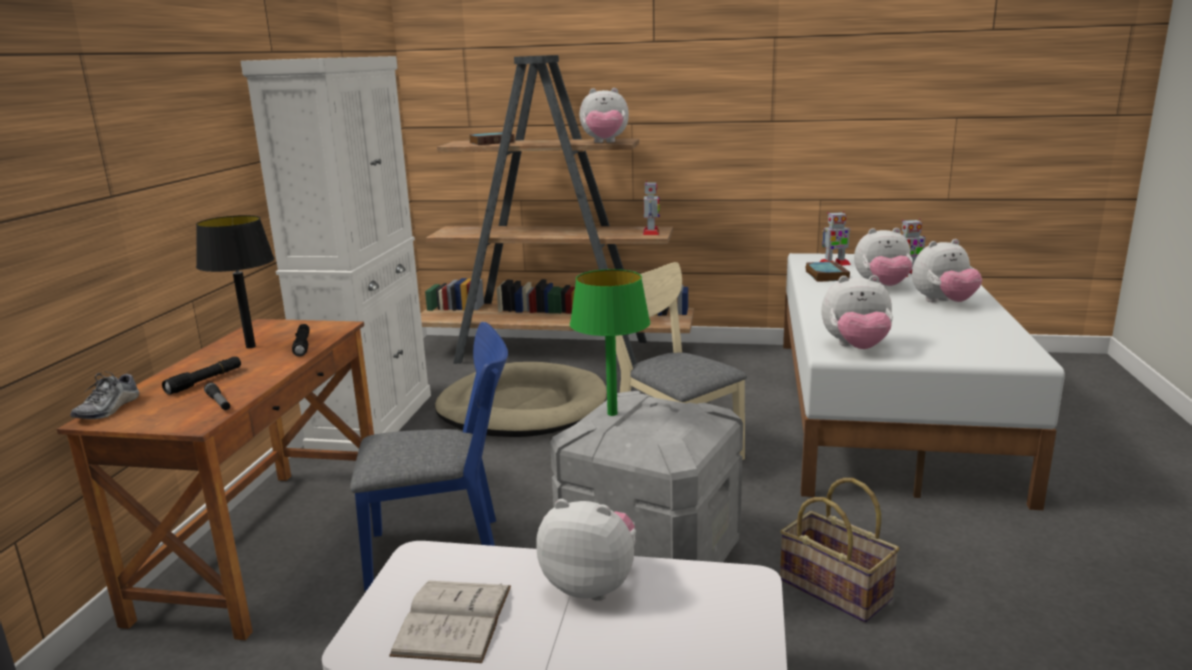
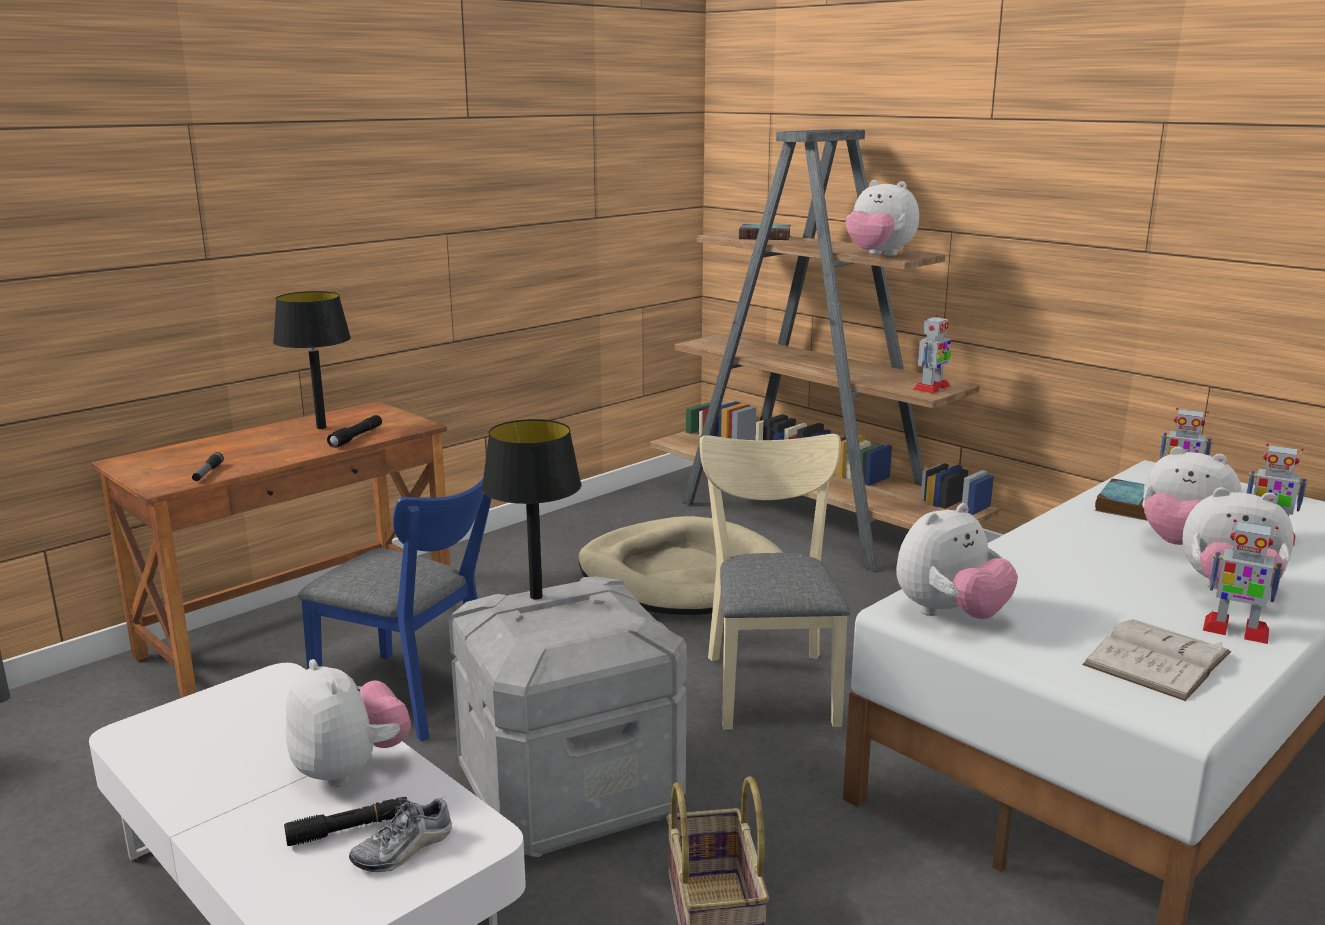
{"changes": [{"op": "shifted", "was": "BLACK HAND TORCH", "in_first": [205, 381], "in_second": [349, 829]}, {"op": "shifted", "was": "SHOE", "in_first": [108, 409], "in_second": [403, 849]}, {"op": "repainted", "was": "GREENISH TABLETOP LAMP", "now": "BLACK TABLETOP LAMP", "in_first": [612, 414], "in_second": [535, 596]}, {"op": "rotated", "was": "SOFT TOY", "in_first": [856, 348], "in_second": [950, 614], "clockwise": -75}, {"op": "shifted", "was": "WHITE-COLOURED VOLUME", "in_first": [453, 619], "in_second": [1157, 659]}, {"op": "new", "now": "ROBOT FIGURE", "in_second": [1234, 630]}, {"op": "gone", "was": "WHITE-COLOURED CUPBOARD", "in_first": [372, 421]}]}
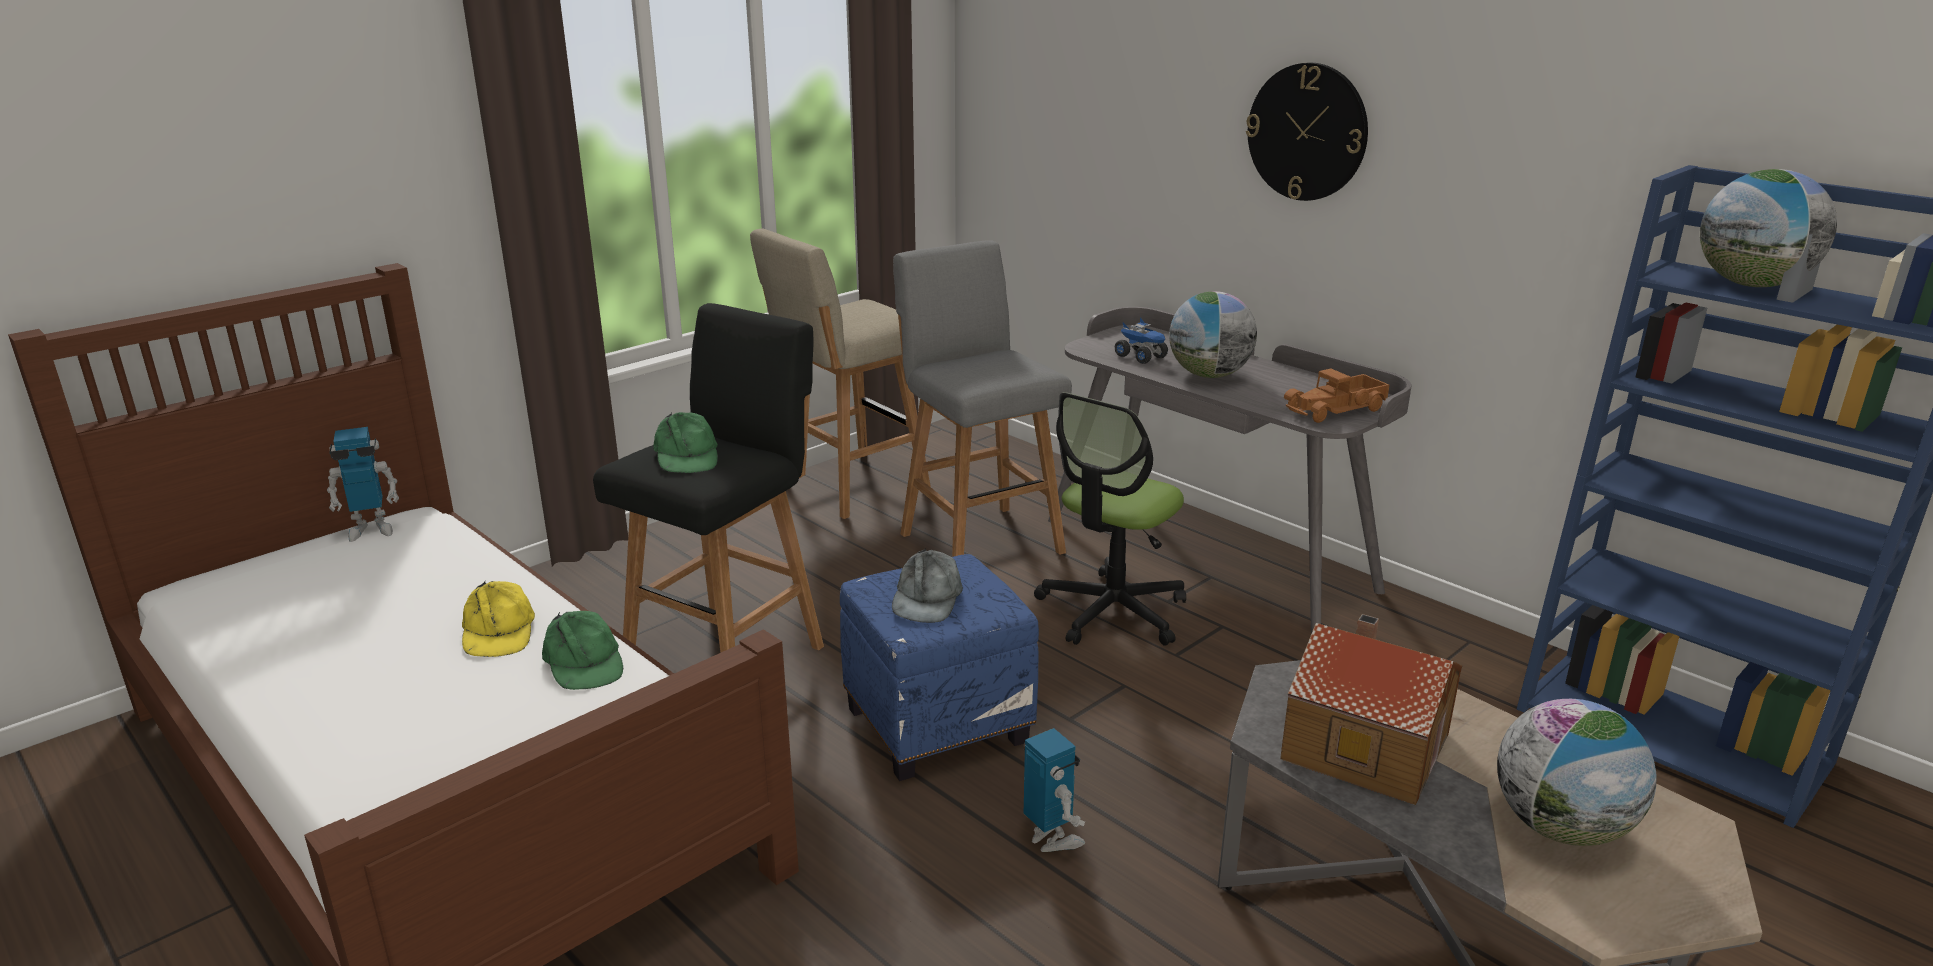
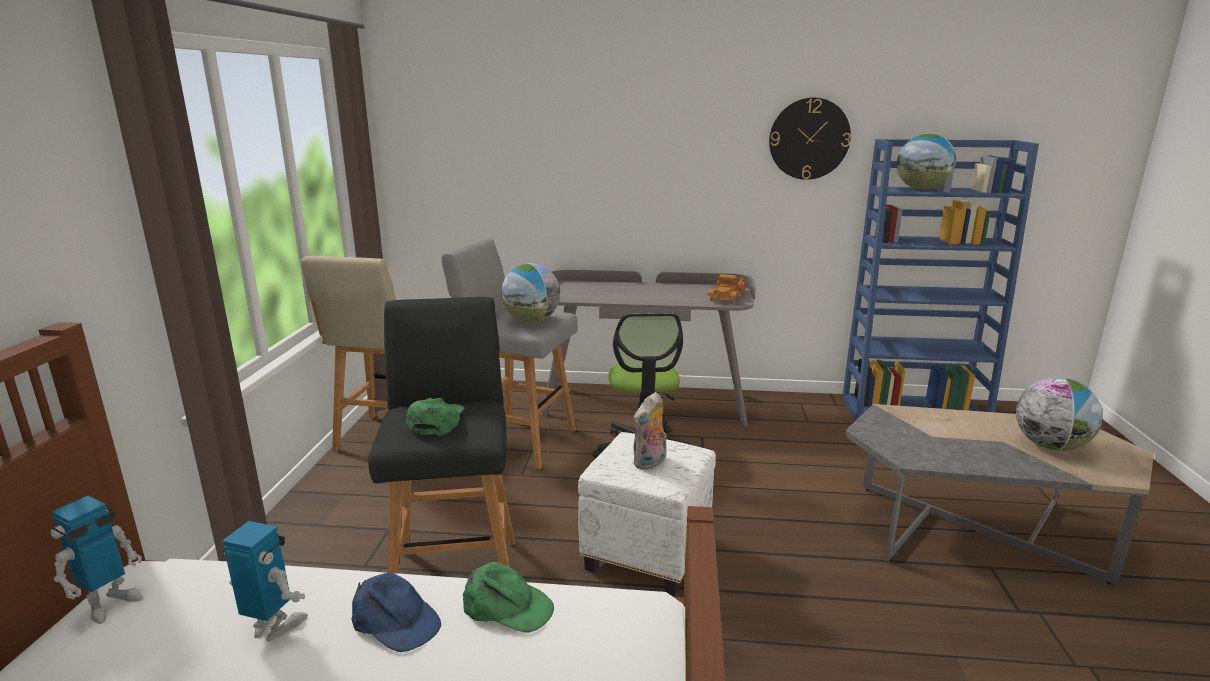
{"changes": [{"op": "shifted", "was": "ROBOT FIGURE", "in_first": [1051, 839], "in_second": [274, 627]}, {"op": "repainted", "was": "YELLOW PEAKED CAP", "now": "BLUISH PEAKED CAP", "in_first": [498, 631], "in_second": [395, 622]}, {"op": "rotated", "was": "GREENISH PEAKED CAP", "in_first": [686, 456], "in_second": [436, 421], "clockwise": -120}, {"op": "shifted", "was": "WORLD GLOBE", "in_first": [1209, 375], "in_second": [531, 321]}, {"op": "repainted", "was": "BLUISH FOOTREST", "now": "WHITE-COLOURED FOOTREST", "in_first": [939, 723], "in_second": [646, 551]}, {"op": "swapped", "was": "GREYISH PEAKED CAP", "now": "SOFT TOY", "in_first": [927, 598], "in_second": [650, 463]}, {"op": "shifted", "was": "WALL CLOCK", "in_first": [1307, 132], "in_second": [809, 139]}, {"op": "gone", "was": "TOY LORRY", "in_first": [1141, 357]}, {"op": "gone", "was": "MINIATURE HOUSE", "in_first": [1364, 743]}]}
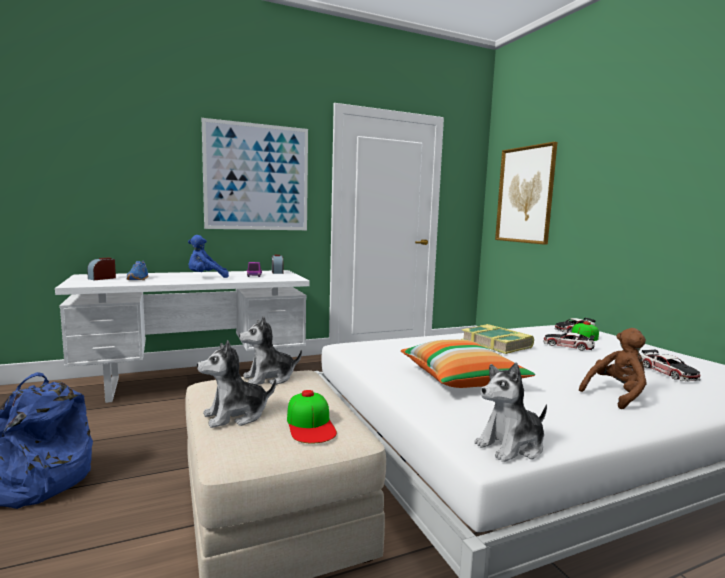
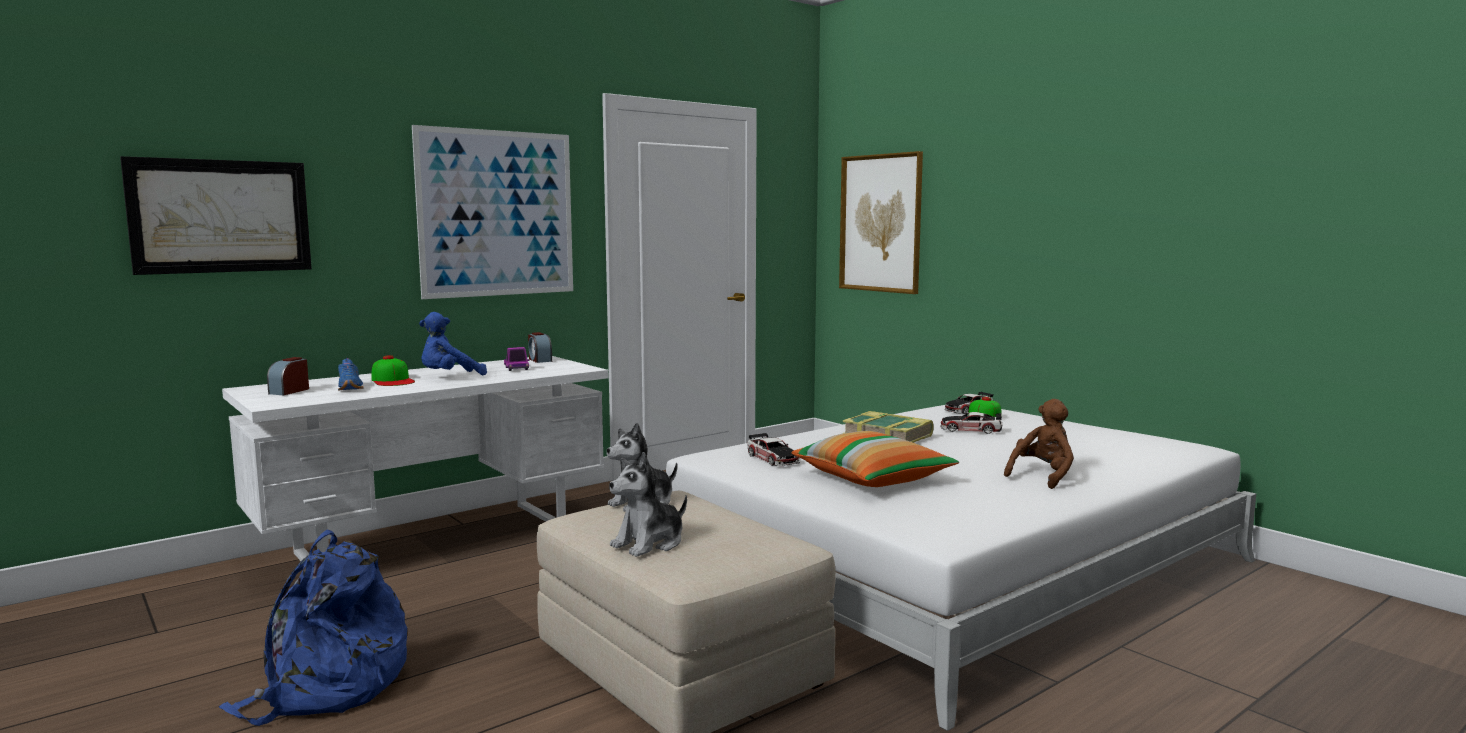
{"changes": [{"op": "new", "now": "WALL PICTURE", "in_second": [221, 216]}, {"op": "shifted", "was": "PEAKED CAP", "in_first": [310, 424], "in_second": [392, 380]}, {"op": "shifted", "was": "MINIATURE CAR", "in_first": [668, 372], "in_second": [773, 458]}, {"op": "gone", "was": "SOFT TOY", "in_first": [511, 446]}]}
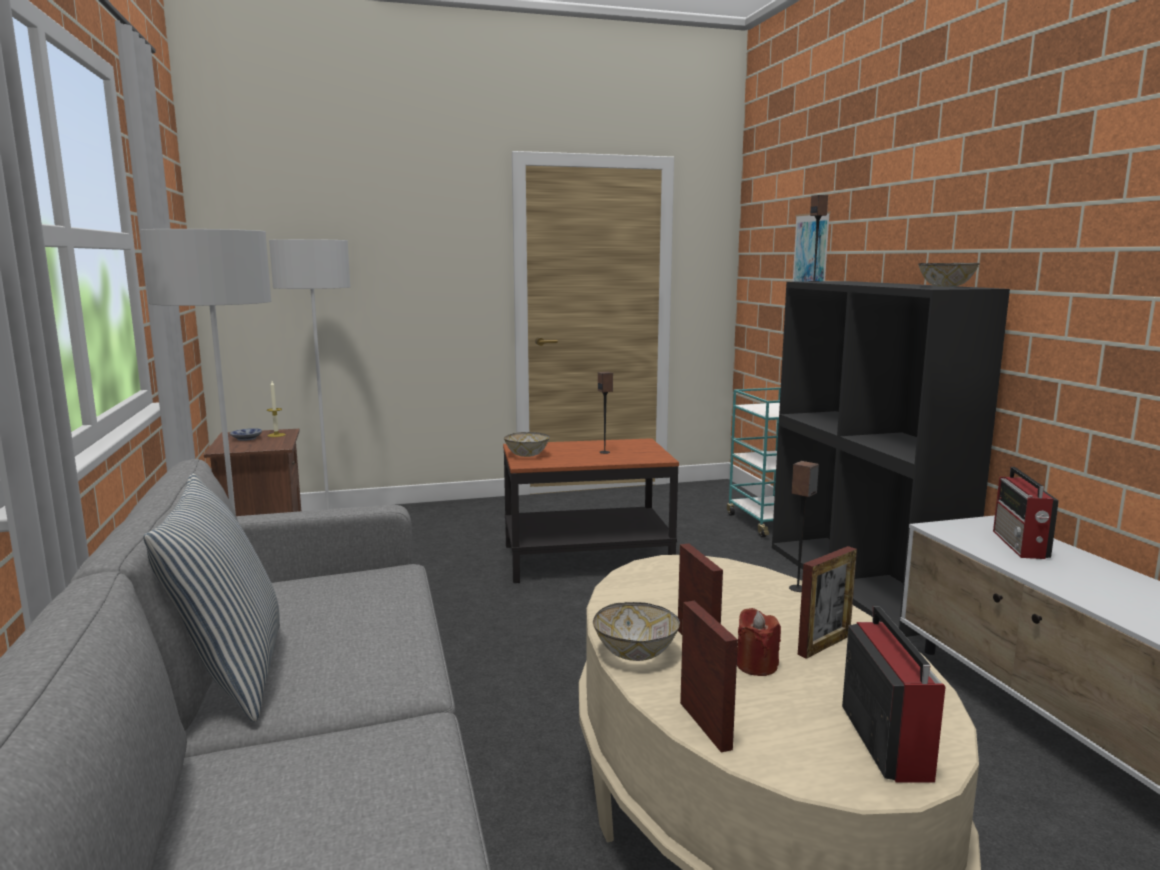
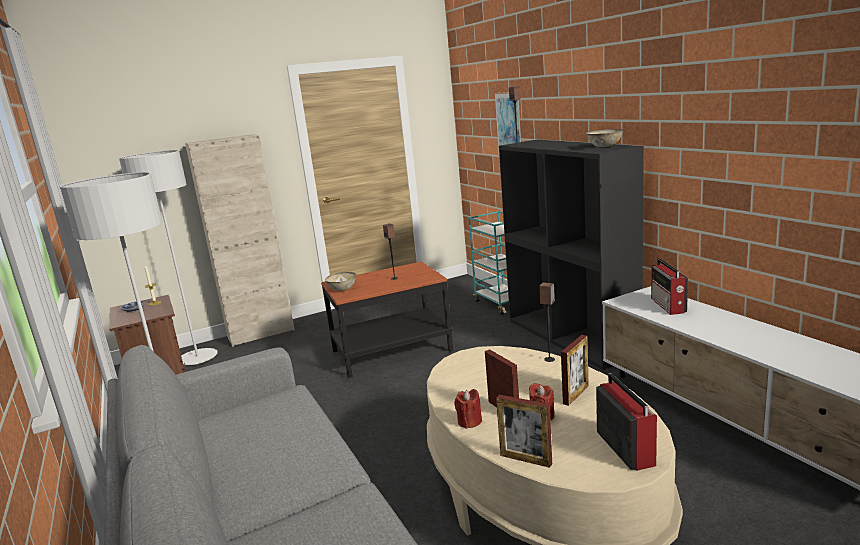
{"changes": [{"op": "new", "now": "BEIGE CUPBOARD", "in_second": [261, 334]}, {"op": "swapped", "was": "DEEP DISH", "now": "RED WAX LIGHT", "in_first": [635, 653], "in_second": [469, 422]}, {"op": "rotated", "was": "STANDING FRAME", "in_first": [705, 725], "in_second": [526, 459], "clockwise": 150}, {"op": "gone", "was": "PILLOW", "in_first": [230, 674]}]}
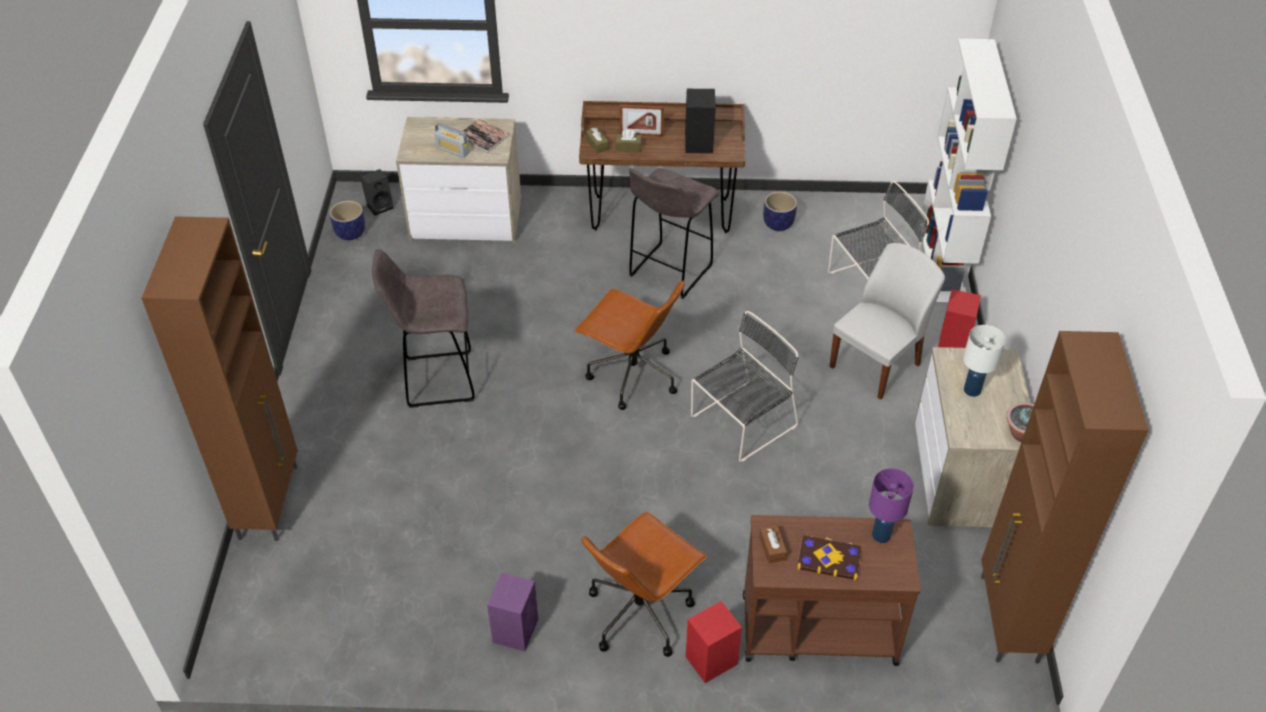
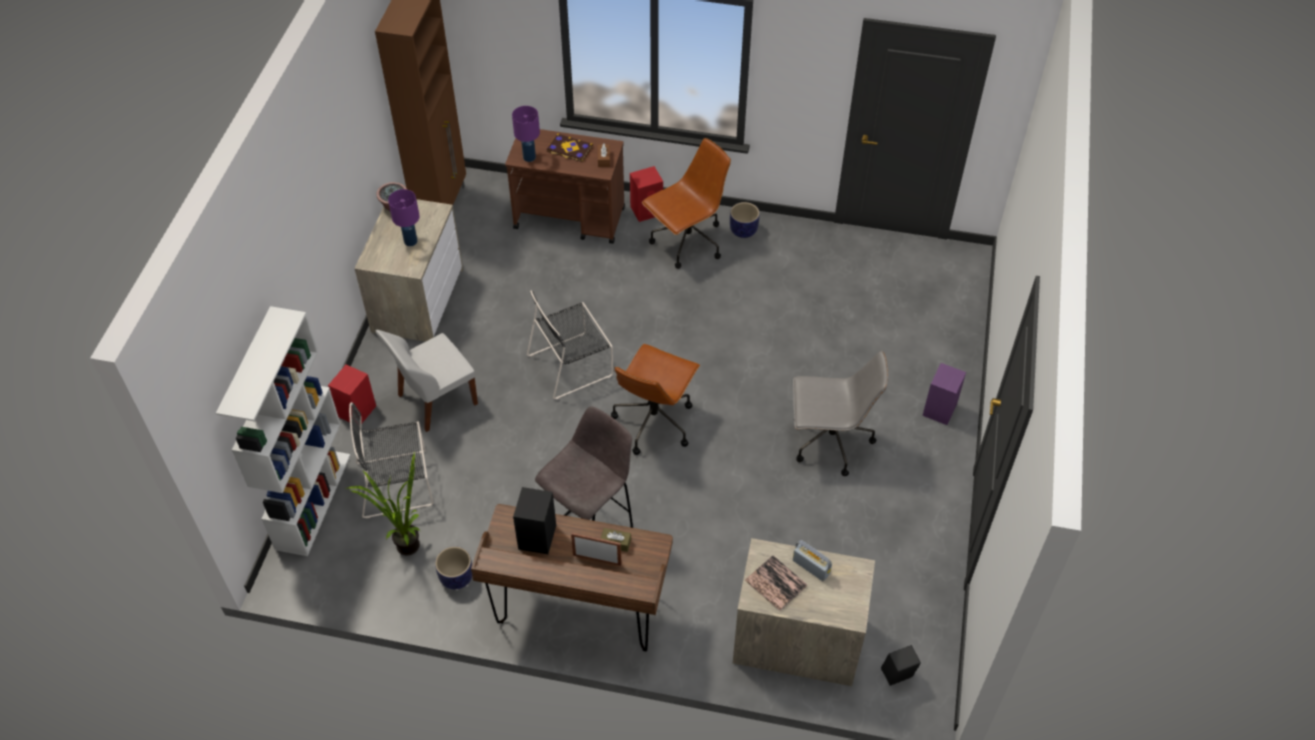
{"changes": [{"op": "new", "now": "POTTED PLANT", "in_second": [402, 545]}, {"op": "repainted", "was": "WHITE-COLOURED TABLETOP LAMP", "now": "PURPLE TABLETOP LAMP", "in_first": [972, 390], "in_second": [410, 241]}, {"op": "rotated", "was": "BROWN COMPUTER CHAIR", "in_first": [631, 375], "in_second": [654, 421], "clockwise": -105}, {"op": "shifted", "was": "PLANT POT", "in_first": [350, 233], "in_second": [743, 231]}, {"op": "swapped", "was": "GREYISH SITTING STOOL", "now": "GREYISH COMPUTER CHAIR", "in_first": [436, 379], "in_second": [829, 442]}, {"op": "shifted", "was": "PURPLE AUDIO SPEAKER", "in_first": [516, 629], "in_second": [939, 410]}, {"op": "gone", "was": "BROWN CUPBOARD", "in_first": [270, 501]}, {"op": "gone", "was": "BROWN TISSUE BOX", "in_first": [597, 145]}]}
